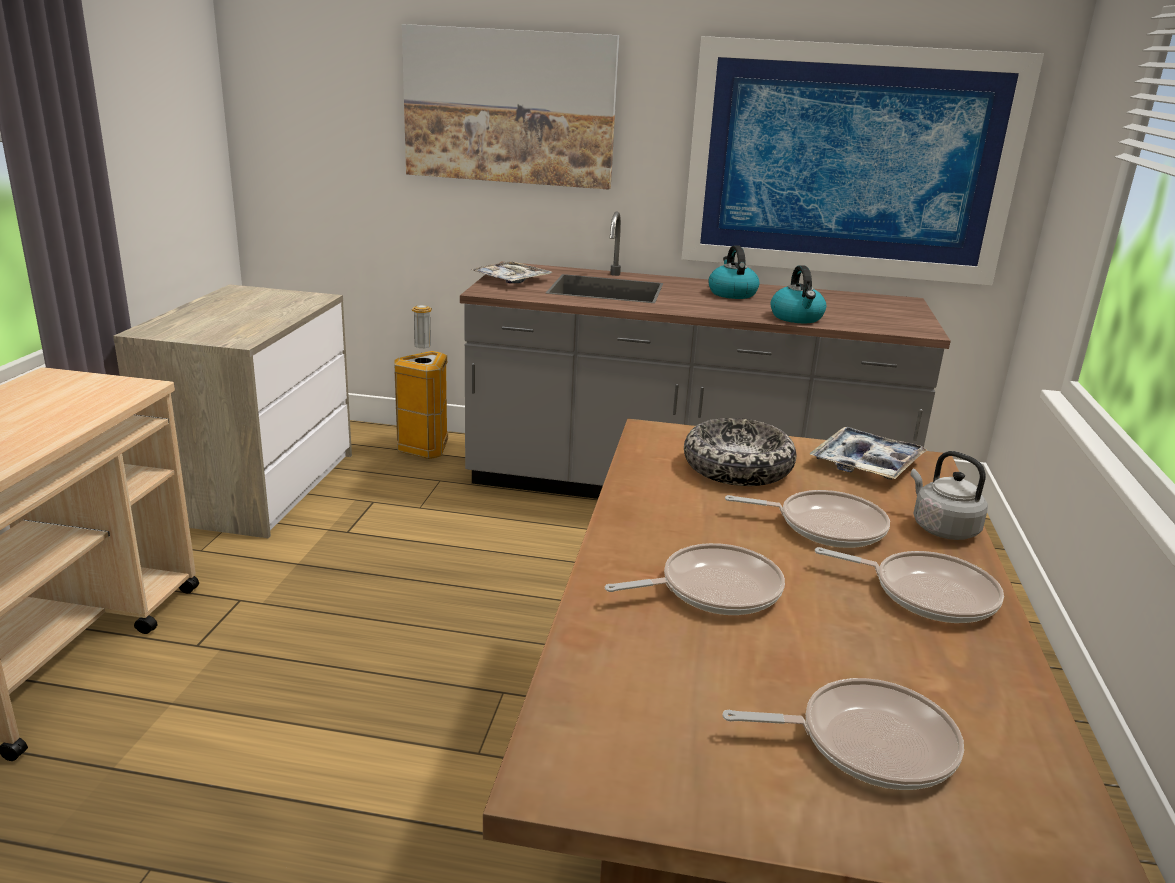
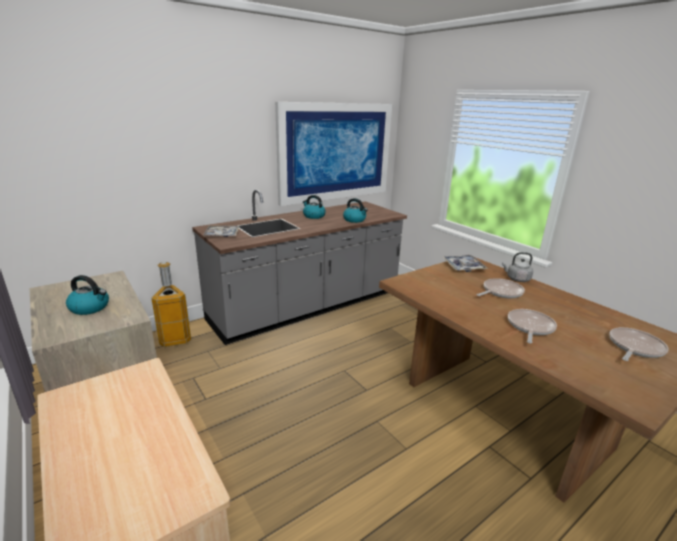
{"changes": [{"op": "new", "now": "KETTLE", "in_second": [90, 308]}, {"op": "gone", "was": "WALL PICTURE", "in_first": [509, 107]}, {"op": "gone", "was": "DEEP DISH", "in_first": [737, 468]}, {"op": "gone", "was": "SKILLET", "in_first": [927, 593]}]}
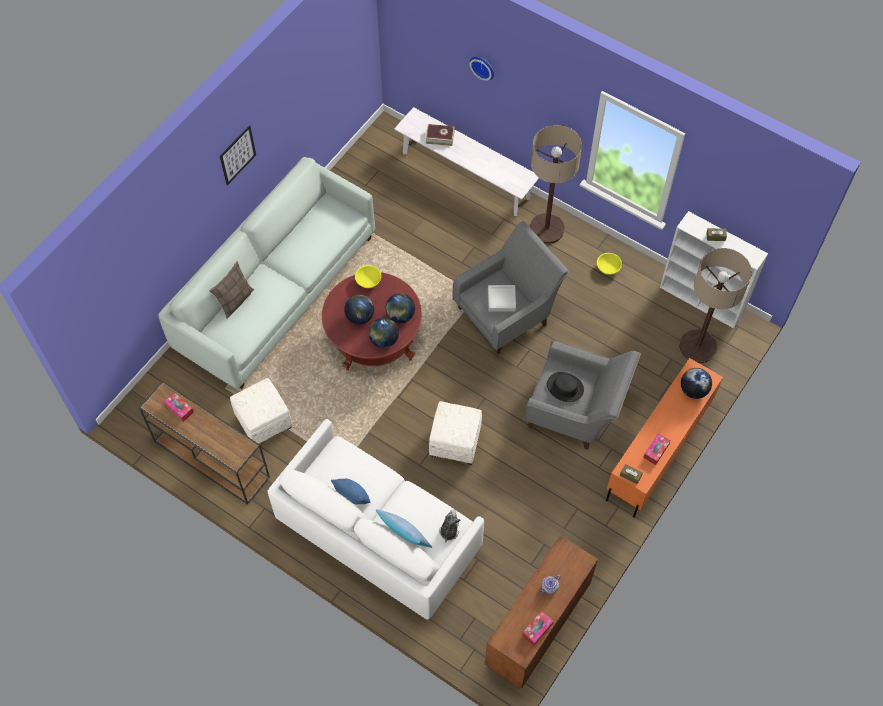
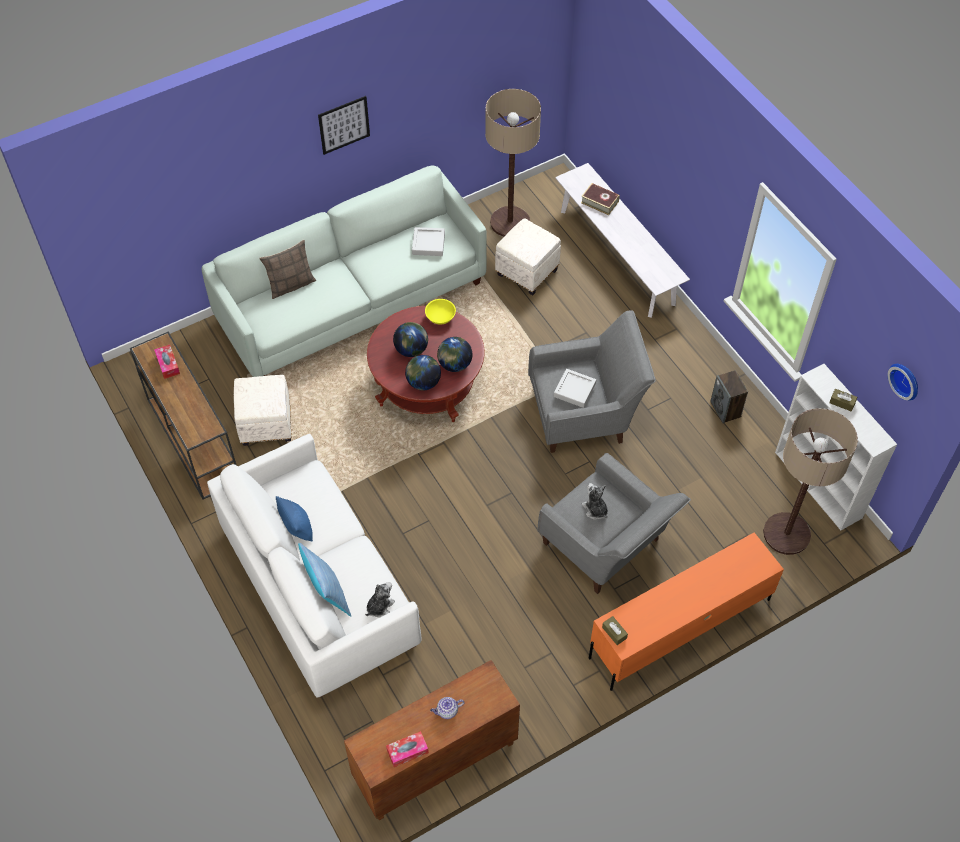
{"changes": [{"op": "new", "now": "GREYISH TRAY", "in_second": [428, 244]}, {"op": "shifted", "was": "STANDING LAMP", "in_first": [546, 229], "in_second": [510, 222]}, {"op": "shifted", "was": "WHITE-COLOURED FOOTREST", "in_first": [454, 443], "in_second": [526, 272]}, {"op": "swapped", "was": "BLACK HAT", "now": "SOFT TOY", "in_first": [565, 387], "in_second": [595, 509]}, {"op": "swapped", "was": "YELLOW DEEP DISH", "now": "AUDIO SPEAKER", "in_first": [608, 268], "in_second": [725, 409]}, {"op": "shifted", "was": "WALL CLOCK", "in_first": [483, 66], "in_second": [906, 380]}, {"op": "gone", "was": "TISSUE BOX", "in_first": [656, 451]}, {"op": "gone", "was": "WORLD GLOBE", "in_first": [693, 390]}]}
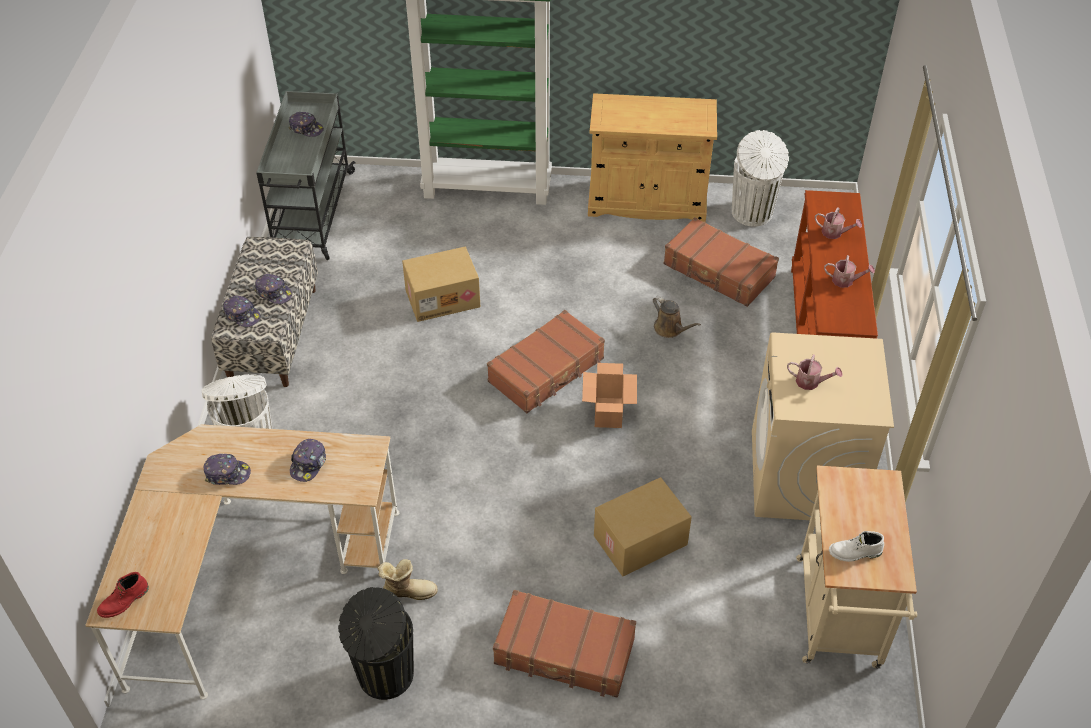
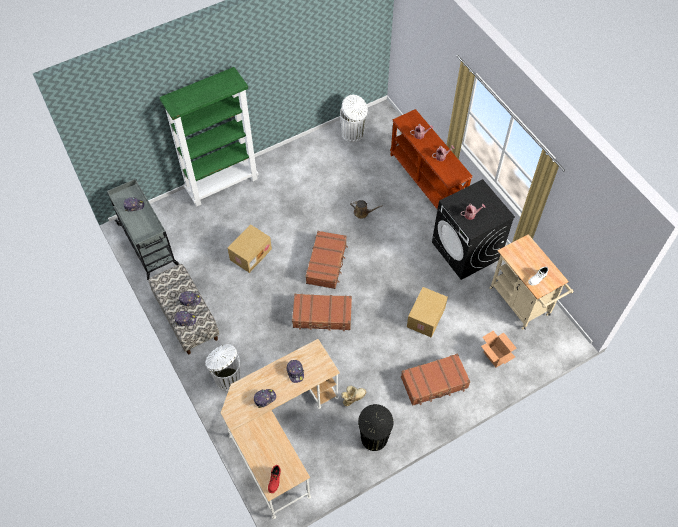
{"changes": [{"op": "shifted", "was": "BROWN SUITCASE", "in_first": [718, 271], "in_second": [322, 316]}, {"op": "repainted", "was": "BEIGE WASHING MACHINE", "now": "BLACK WASHING MACHINE", "in_first": [804, 477], "in_second": [466, 251]}, {"op": "shifted", "was": "CARTON", "in_first": [608, 412], "in_second": [495, 356]}, {"op": "gone", "was": "BEIGE CUPBOARD", "in_first": [647, 201]}]}
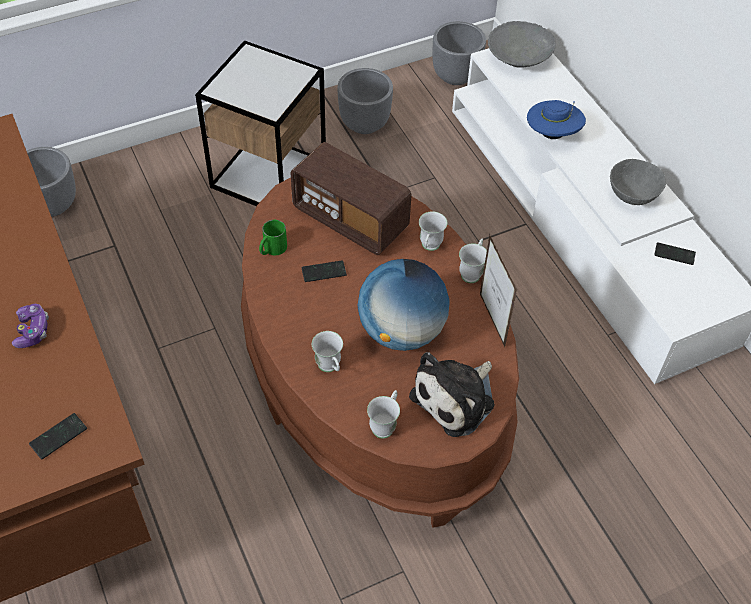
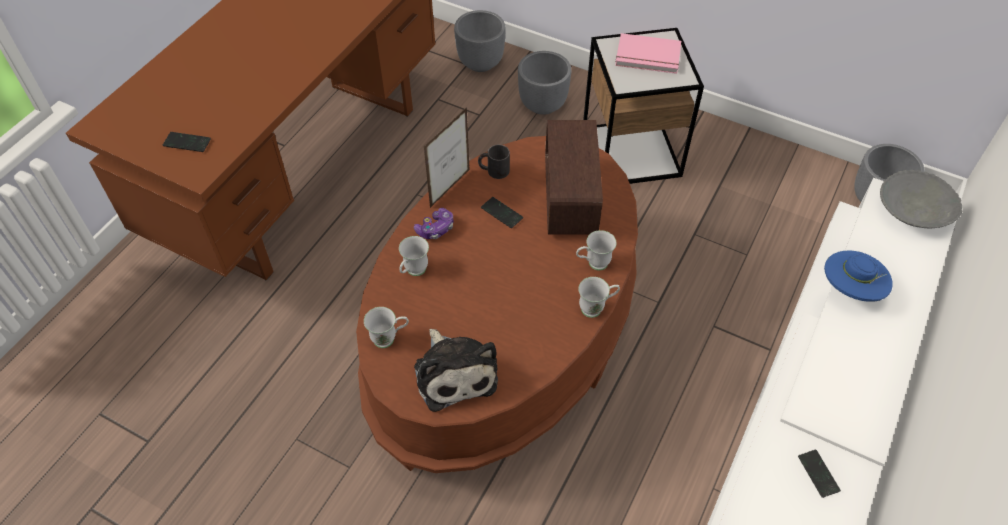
{"changes": [{"op": "shifted", "was": "GAME CONTROLLER", "in_first": [32, 331], "in_second": [435, 229]}, {"op": "rotated", "was": "SOFT TOY", "in_first": [456, 398], "in_second": [454, 372], "clockwise": -120}, {"op": "shifted", "was": "STANDING FRAME", "in_first": [491, 320], "in_second": [450, 188]}, {"op": "repainted", "was": "GREENISH MUG", "now": "BLACK MUG", "in_first": [272, 249], "in_second": [493, 170]}, {"op": "shifted", "was": "GREYISH PLANT POT", "in_first": [365, 123], "in_second": [543, 104]}, {"op": "new", "now": "PINKISH VOLUME", "in_second": [648, 57]}, {"op": "gone", "was": "WORLD GLOBE", "in_first": [401, 331]}, {"op": "gone", "was": "GREYISH DEEP DISH", "in_first": [632, 195]}]}
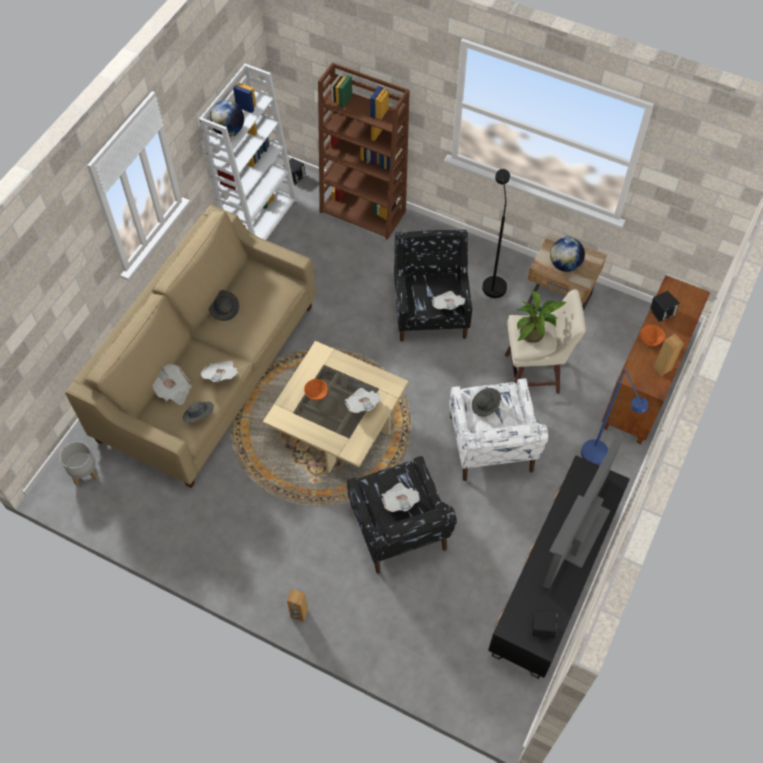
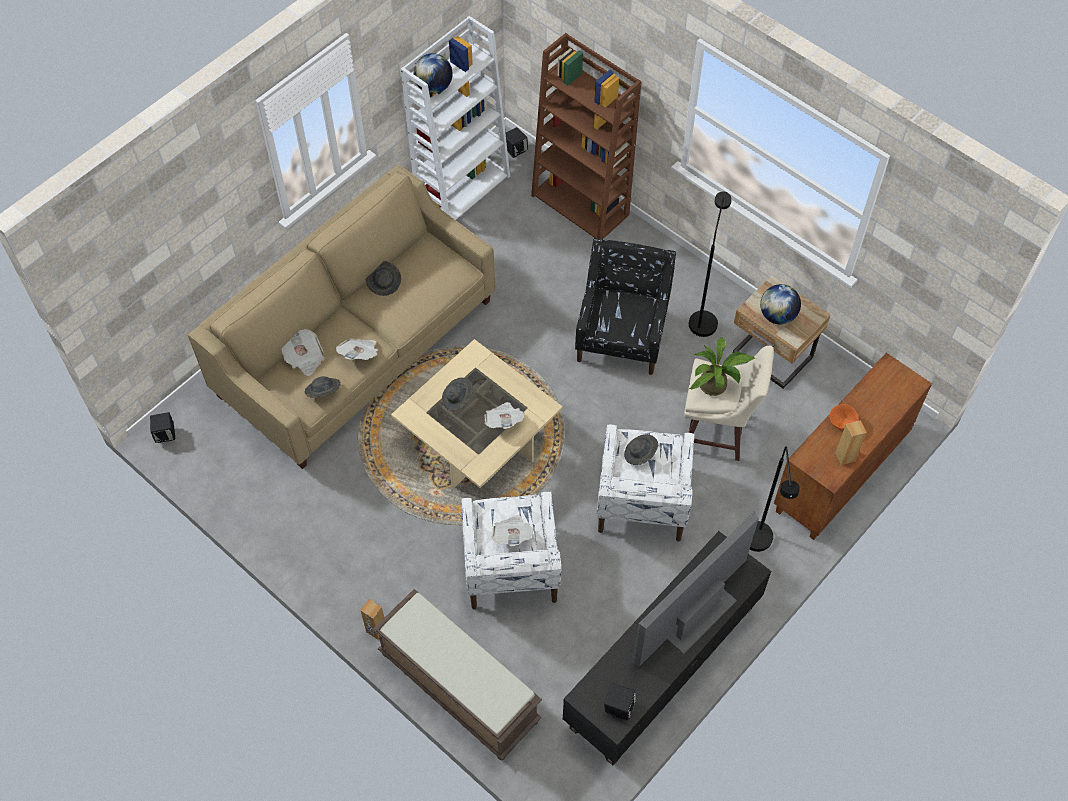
{"changes": [{"op": "shifted", "was": "BLACK AUDIO SPEAKER", "in_first": [661, 313], "in_second": [166, 434]}, {"op": "new", "now": "BROWN LONG SEAT", "in_second": [457, 687]}, {"op": "swapped", "was": "ORANGE-COLOURED DEEP DISH", "now": "GREYISH HAT", "in_first": [316, 395], "in_second": [457, 399]}, {"op": "repainted", "was": "BLACK EASY CHAIR", "now": "WHITE-COLOURED EASY CHAIR", "in_first": [398, 530], "in_second": [510, 568]}, {"op": "repainted", "was": "BLUISH STANDING LAMP", "now": "BLACK STANDING LAMP", "in_first": [598, 460], "in_second": [758, 545]}, {"op": "gone", "was": "GREYISH PLANT POT", "in_first": [84, 473]}, {"op": "gone", "was": "PRINTED PAPER", "in_first": [447, 305]}]}
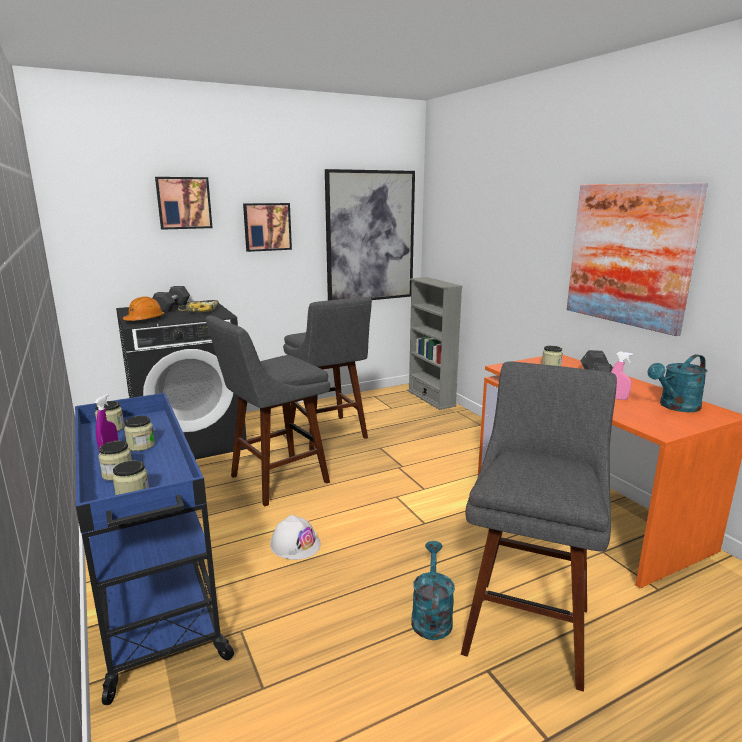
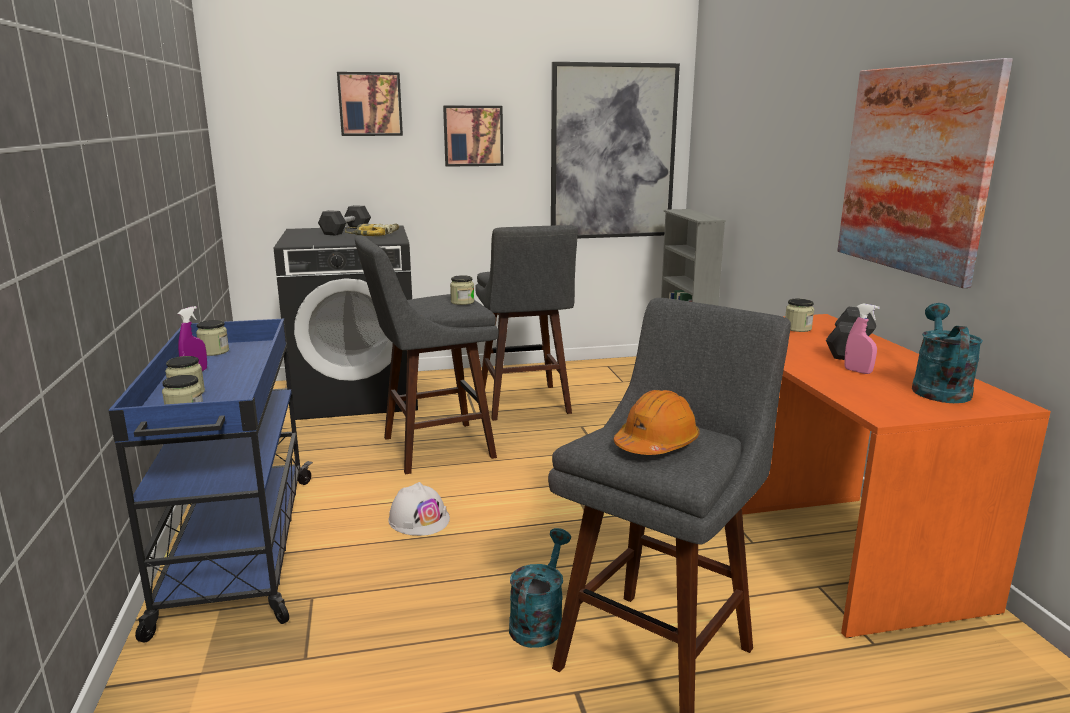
{"changes": [{"op": "shifted", "was": "JAR", "in_first": [141, 445], "in_second": [462, 302]}, {"op": "shifted", "was": "ORANGE-COLOURED SAFETY HELMET", "in_first": [144, 320], "in_second": [656, 444]}, {"op": "rotated", "was": "TURQUOISE-COLOURED WATERING POT", "in_first": [675, 407], "in_second": [938, 388], "clockwise": 120}]}
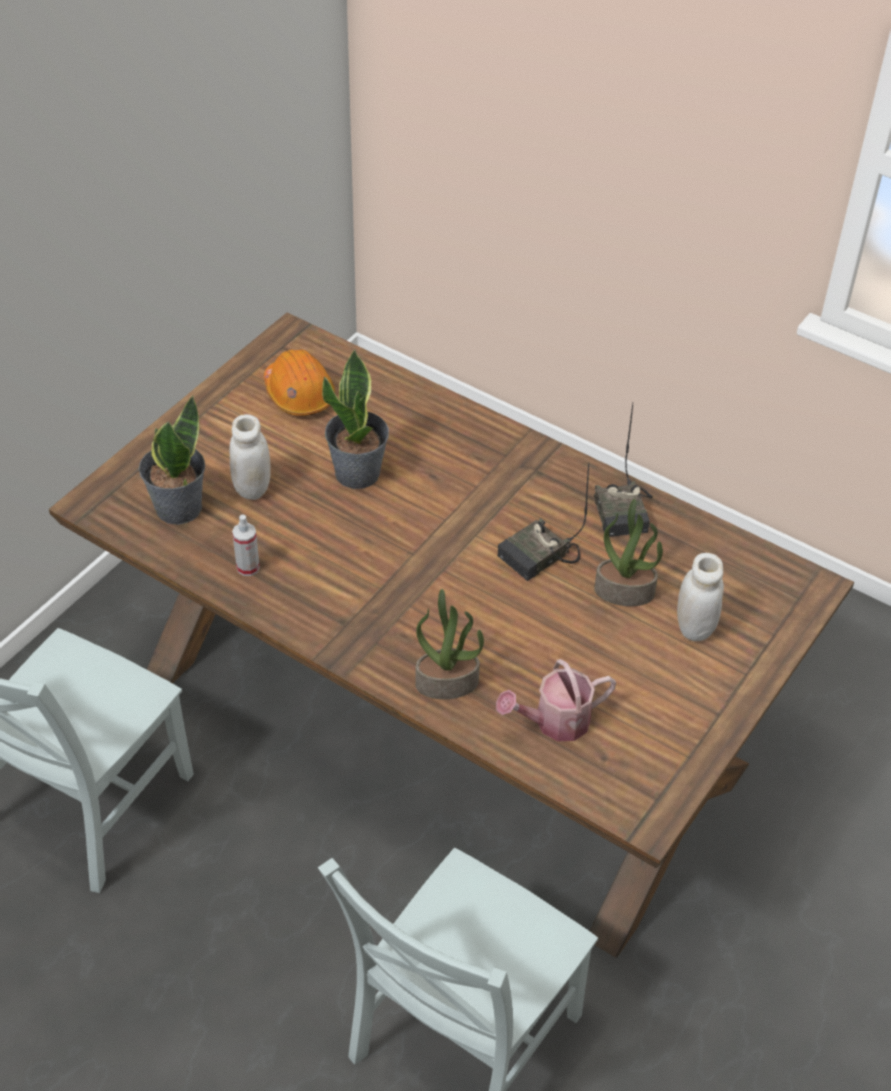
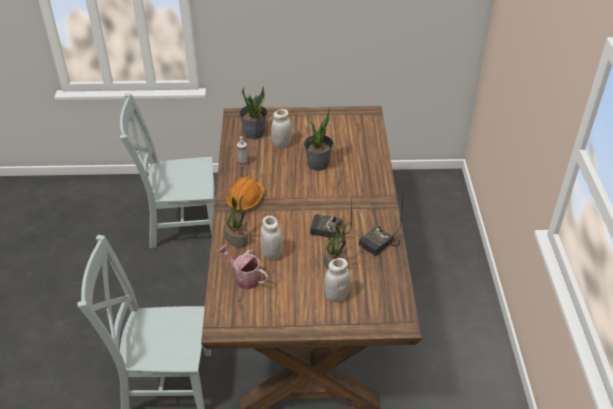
{"changes": [{"op": "shifted", "was": "ORANGE-COLOURED SAFETY HELMET", "in_first": [299, 394], "in_second": [245, 199]}, {"op": "new", "now": "WHITE-COLOURED JAR", "in_second": [271, 254]}]}
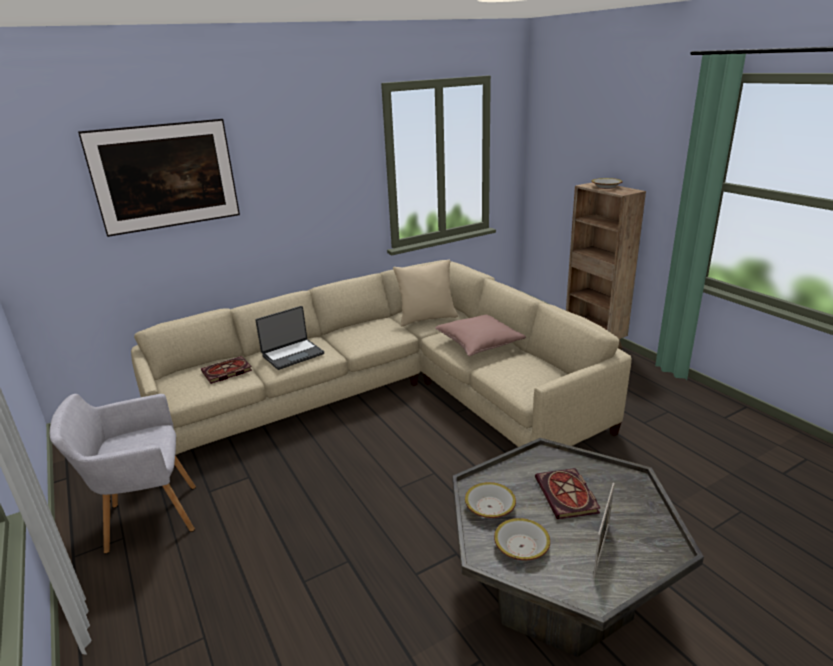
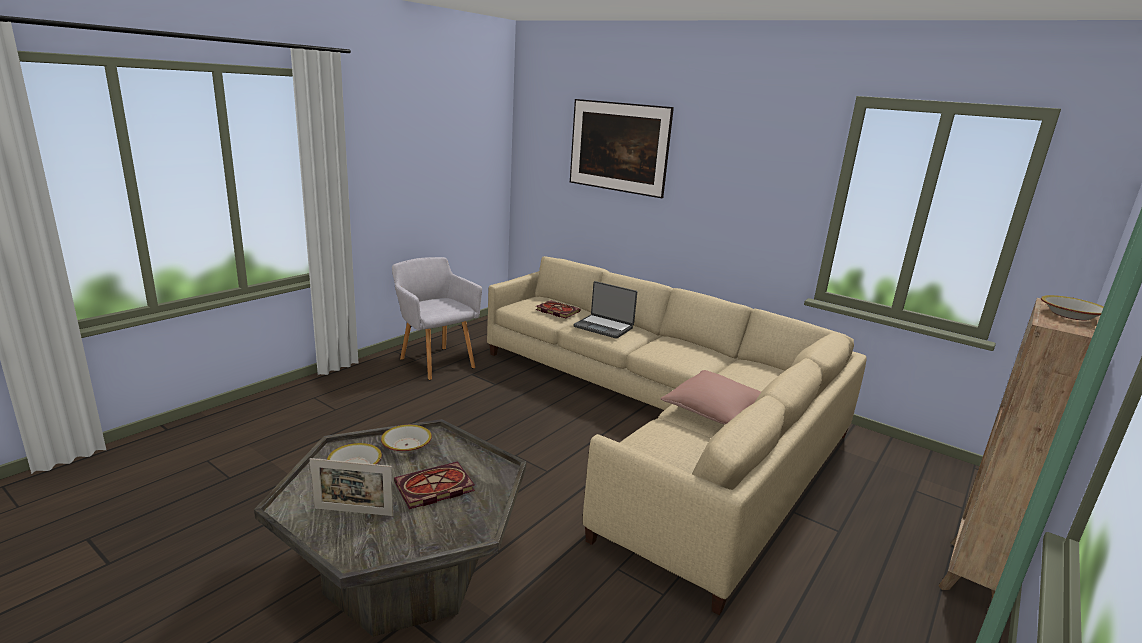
{"changes": [{"op": "gone", "was": "BEIGE PILLOW", "in_first": [427, 318]}]}
